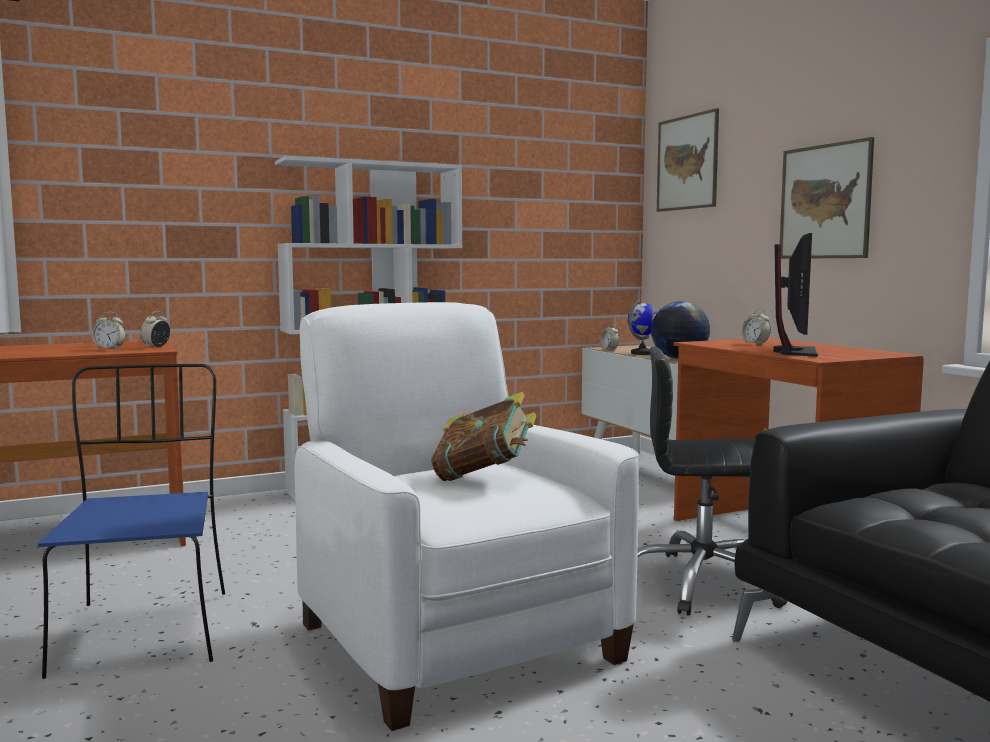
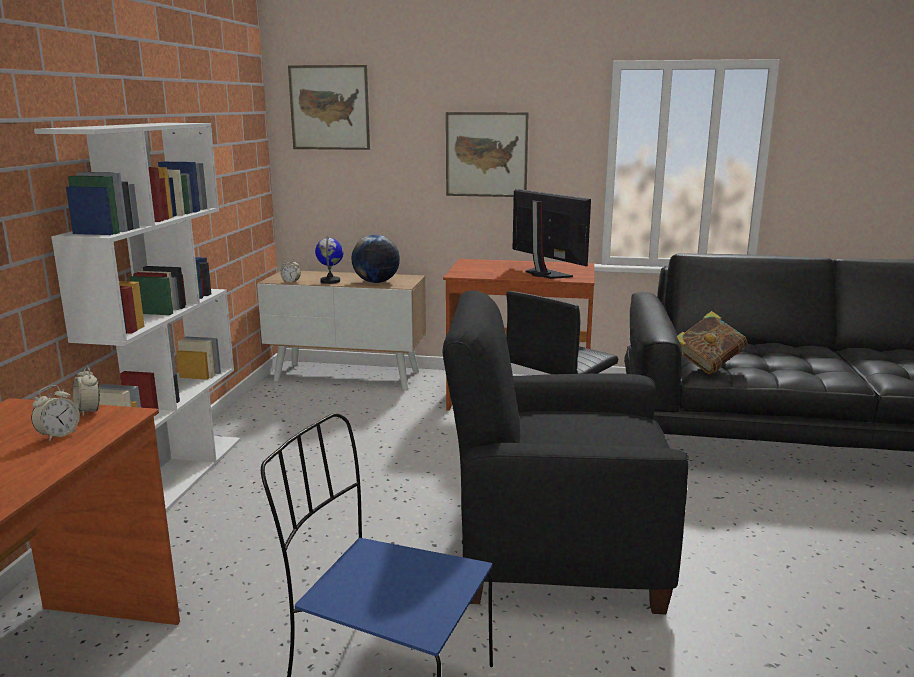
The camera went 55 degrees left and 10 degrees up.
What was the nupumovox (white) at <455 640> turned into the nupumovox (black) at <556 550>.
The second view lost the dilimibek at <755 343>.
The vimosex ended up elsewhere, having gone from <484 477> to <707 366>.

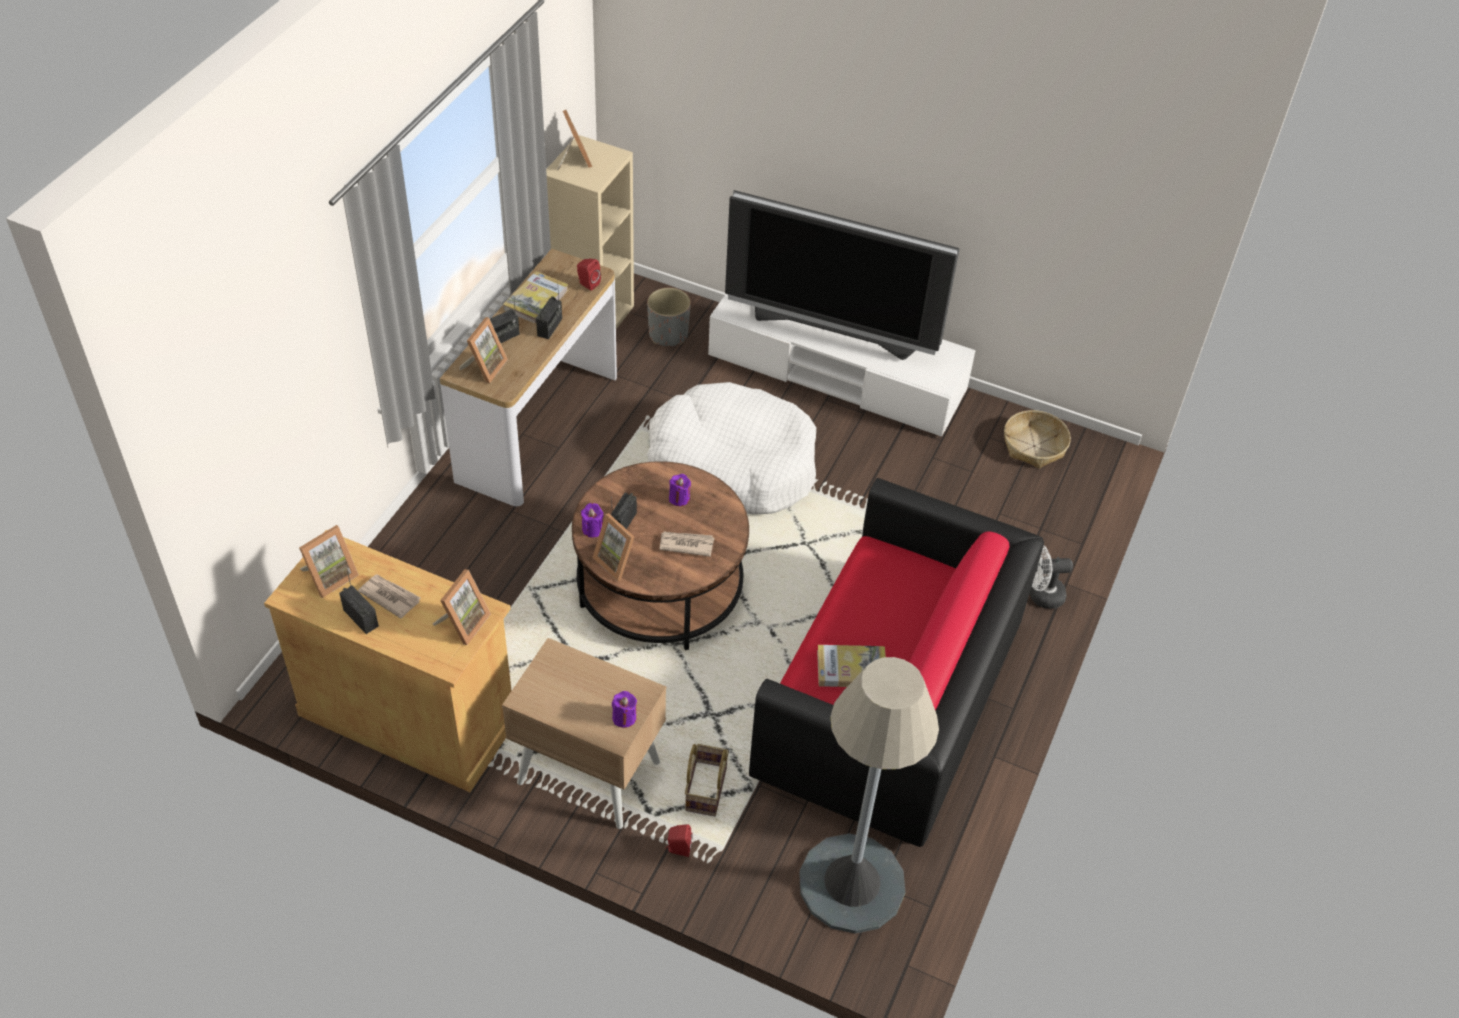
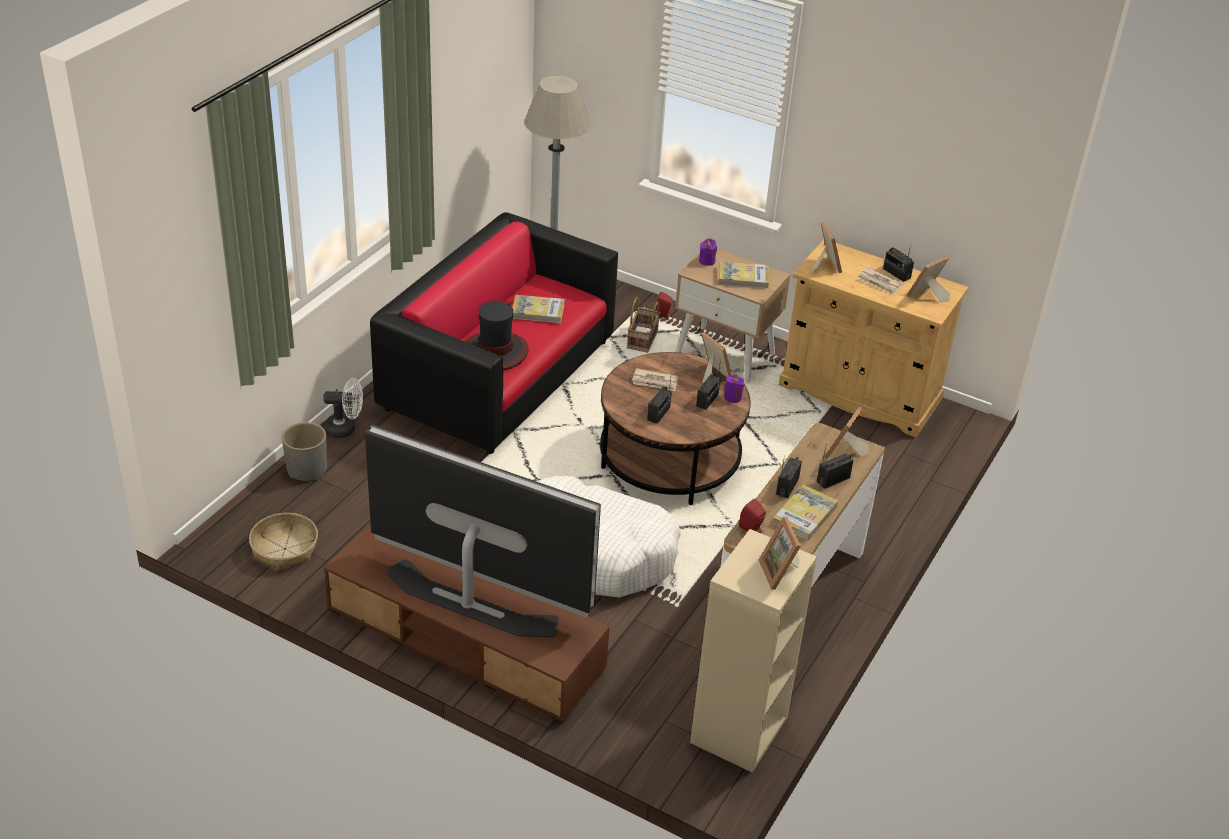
The camera went 175 degrees left and 10 degrees down.
The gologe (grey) ended up elsewhere, having gone from <668 334> to <306 470>.
What was the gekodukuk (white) at <836 374> turned into the gekodukuk (brown) at <465 639>.
Where the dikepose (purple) stood at <679 498>, the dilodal came to stand at <658 414>.
The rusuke at <463 623> ended up facing another way, 135 degrees clockwise from before.
The second view gained the vimosex at <743 277>.
The second view gained the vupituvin at <495 351>.

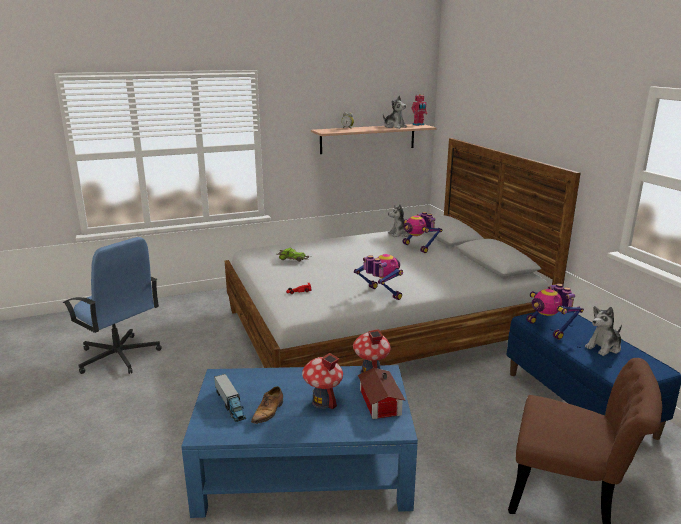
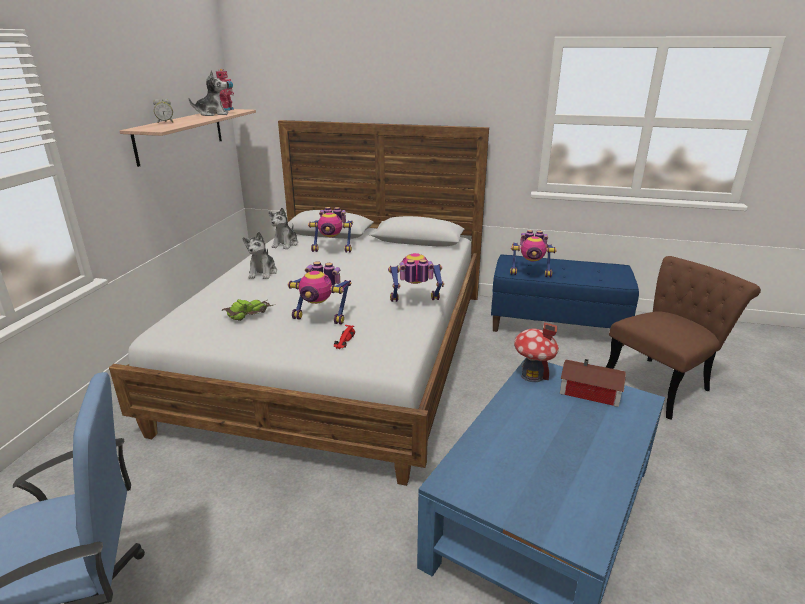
The camera went 55 degrees left and 5 degrees up.
The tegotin ended up elsewhere, having gone from <604 347> to <263 273>.
The second view lost the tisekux at <323 402>.
The second view lost the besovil at <230 404>.
The second view lost the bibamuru at <268 412>.
The second view gained the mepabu at <321 317>.

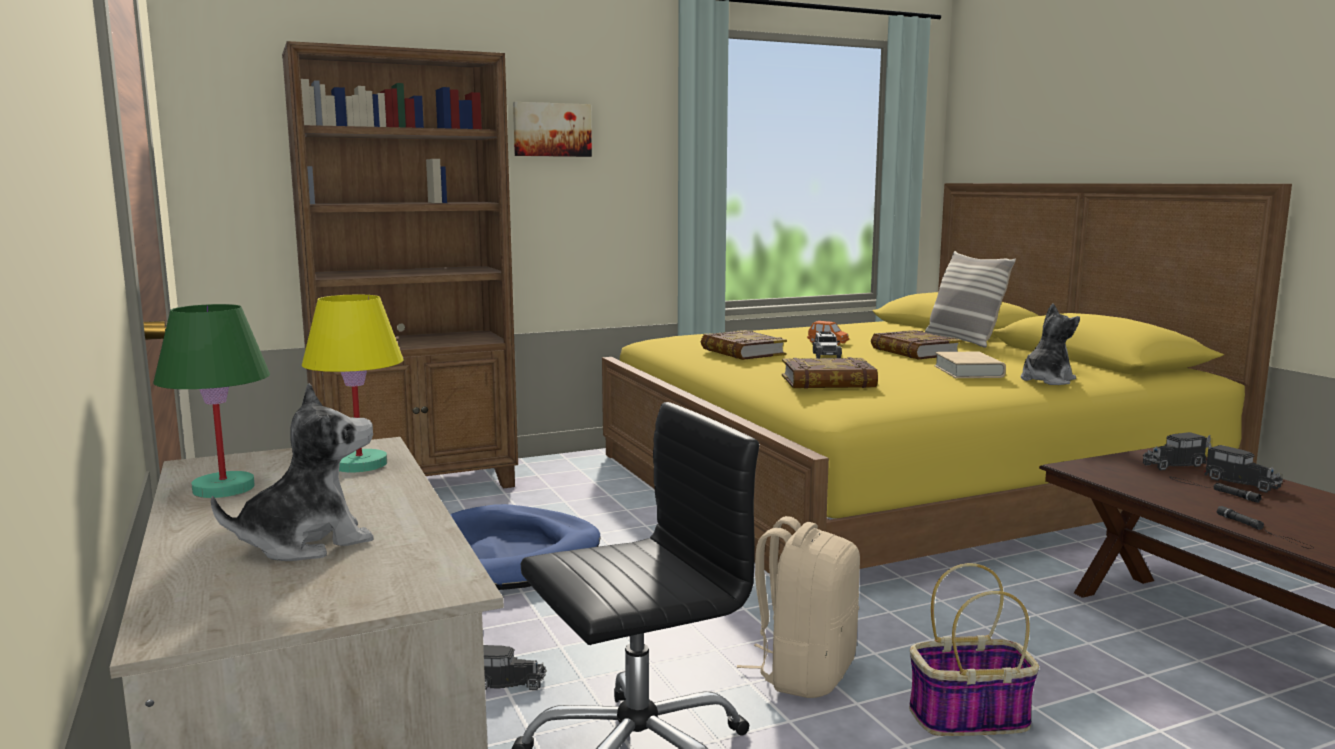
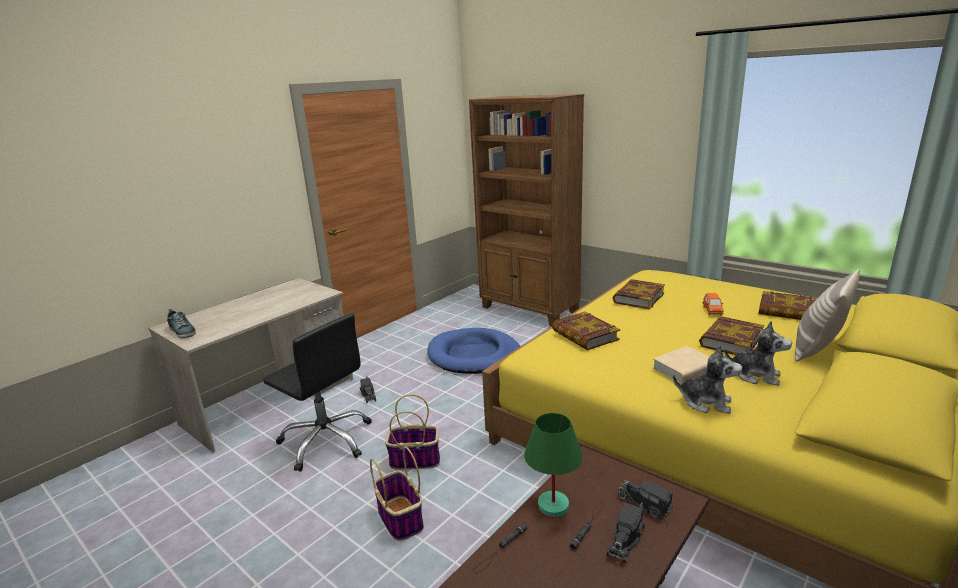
The camera went 65 degrees right and 10 degrees up.
The second view lost the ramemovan at <552 130>.
The second view lost the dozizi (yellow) at <361 464>.
The dozizi (green) ended up elsewhere, having gone from <222 489> to <552 505>.
The second view lost the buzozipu at <826 355>.
The tegotin ended up elsewhere, having gone from <306 543> to <755 375>.
Where the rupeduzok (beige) stood at <804 673>, the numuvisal came to stand at <416 460>.
The second view gained the vimosex at <788 311>.
The second view gained the bibamuru at <183 331>.

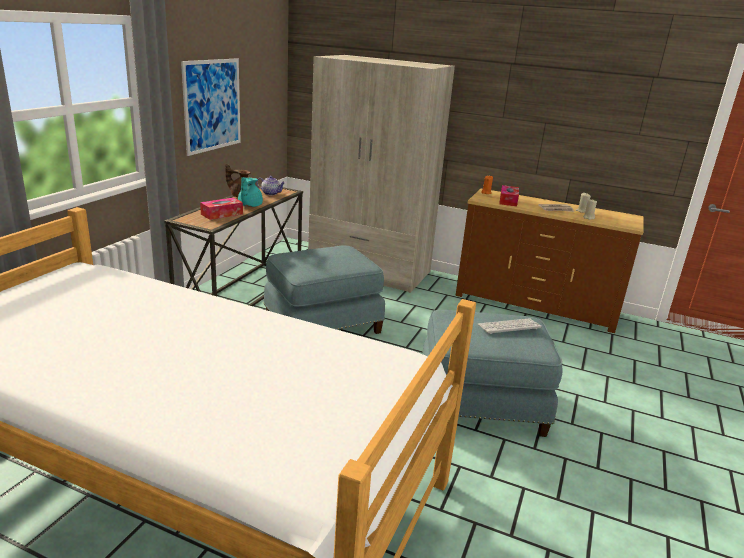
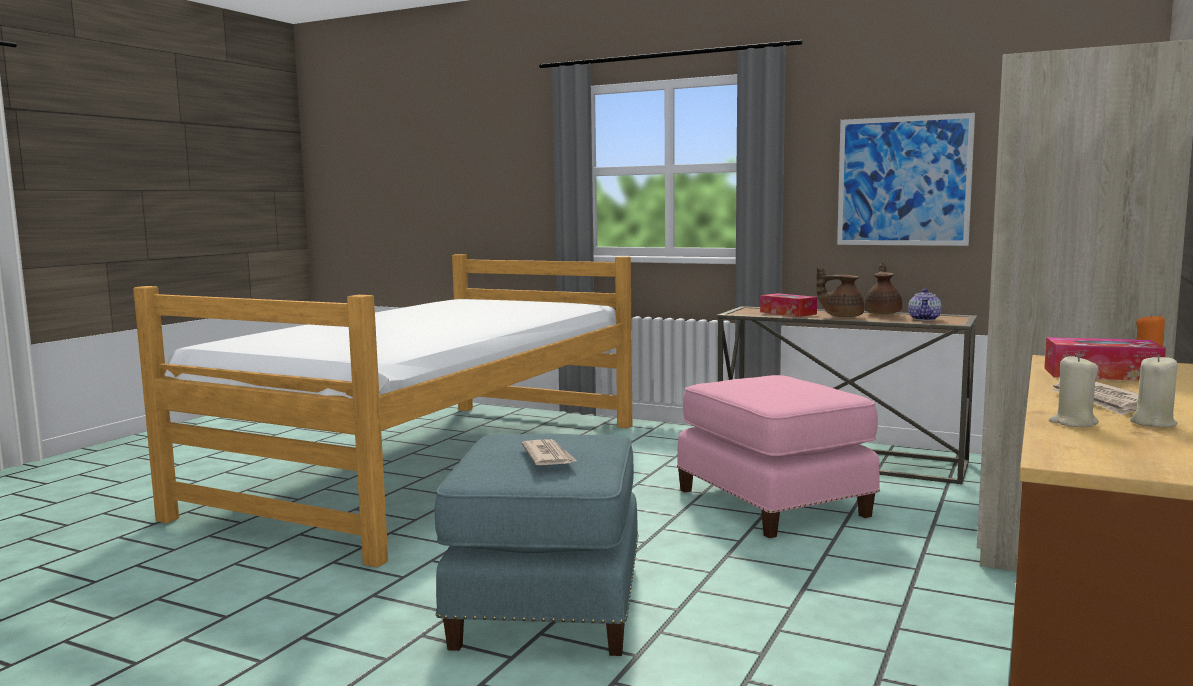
The camera went 95 degrees right and 15 degrees down.
What was the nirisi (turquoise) at <249 205> turned into the nirisi (brown) at <842 316>.
What was the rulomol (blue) at <322 324> turned into the rulomol (pink) at <774 502>.
Where the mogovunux stood at <509 326>, the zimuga came to stand at <548 456>.

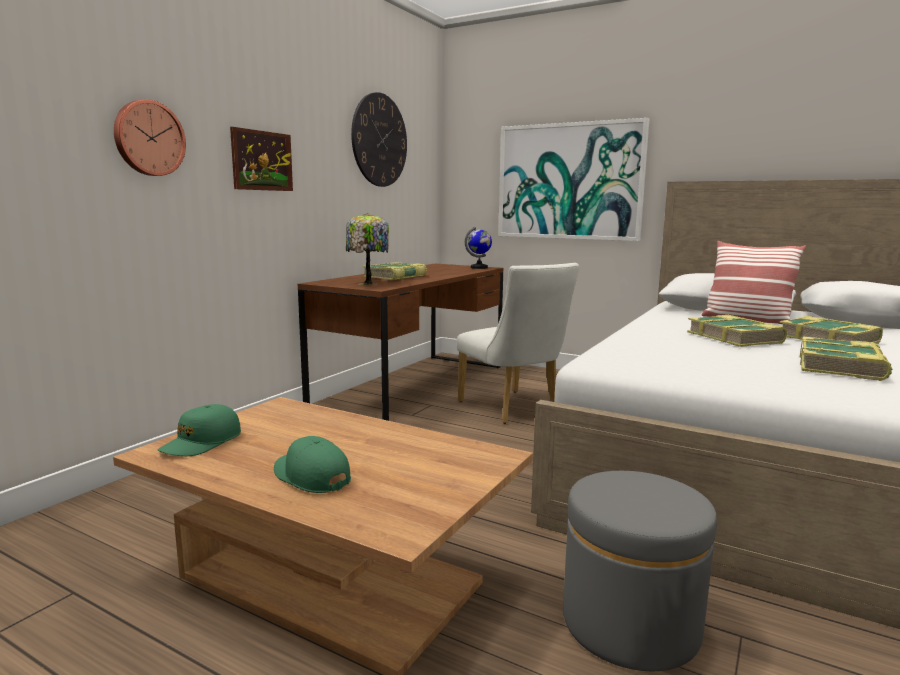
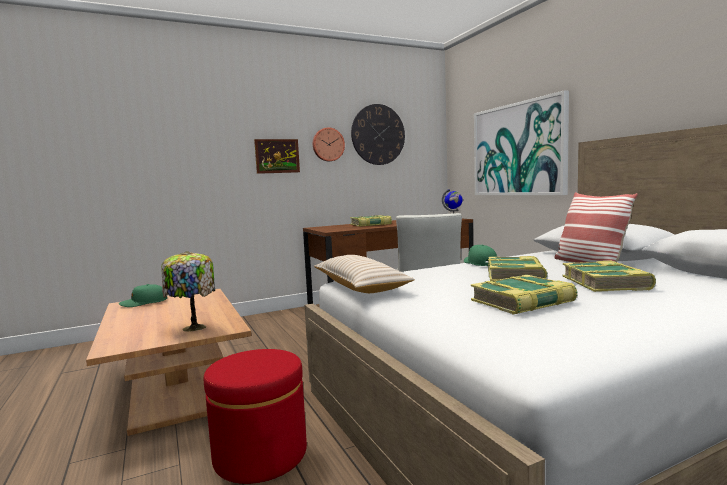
The camera went 35 degrees right and 5 degrees down.
The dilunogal ended up elsewhere, having gone from <148 138> to <328 144>.
The dozizi ended up elsewhere, having gone from <367 284> to <192 328>.
The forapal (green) ended up elsewhere, having gone from <311 476> to <479 263>.
What was the rulomol (grey) at <630 624> turned into the rulomol (red) at <260 454>.
The second view gained the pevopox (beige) at <360 286>.

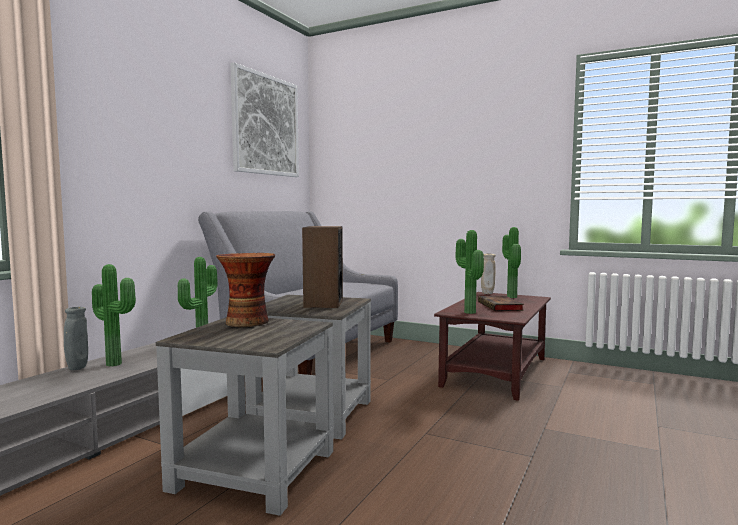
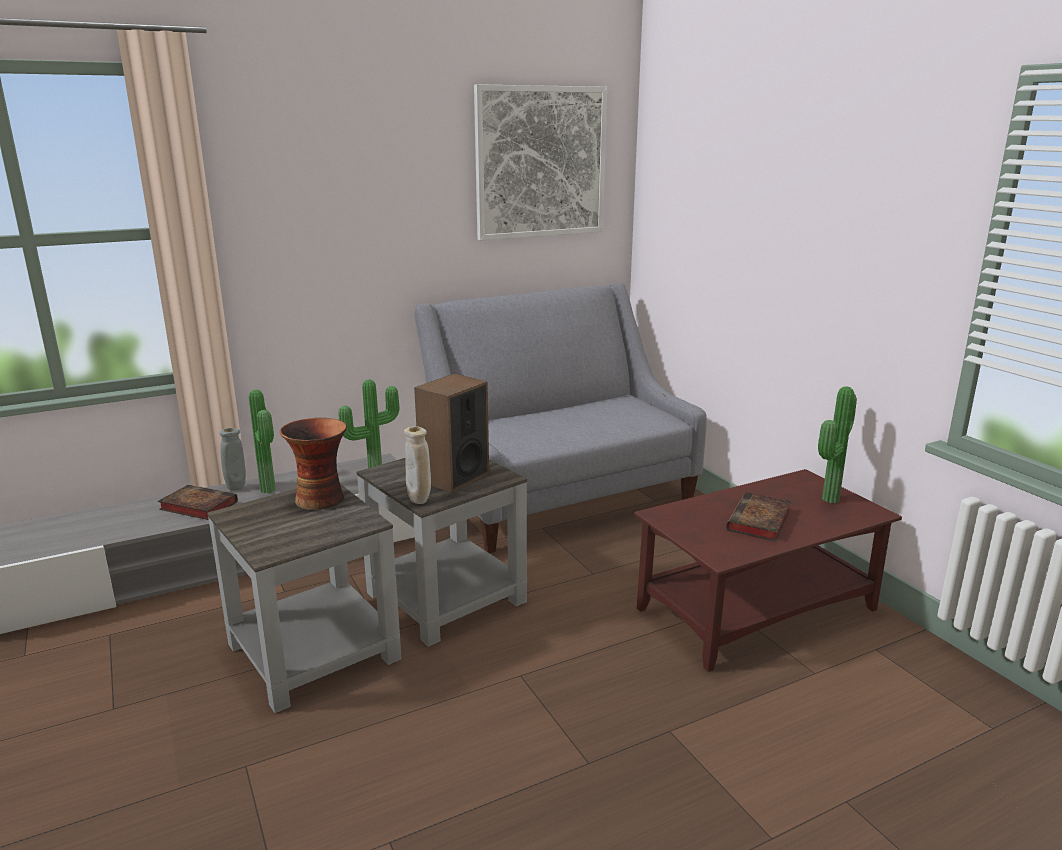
The camera went 35 degrees right and 15 degrees up.
The second view lost the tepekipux at <468 312>.
The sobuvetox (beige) ended up elsewhere, having gone from <487 294> to <419 501>.
The second view gained the vimosex at <196 506>.

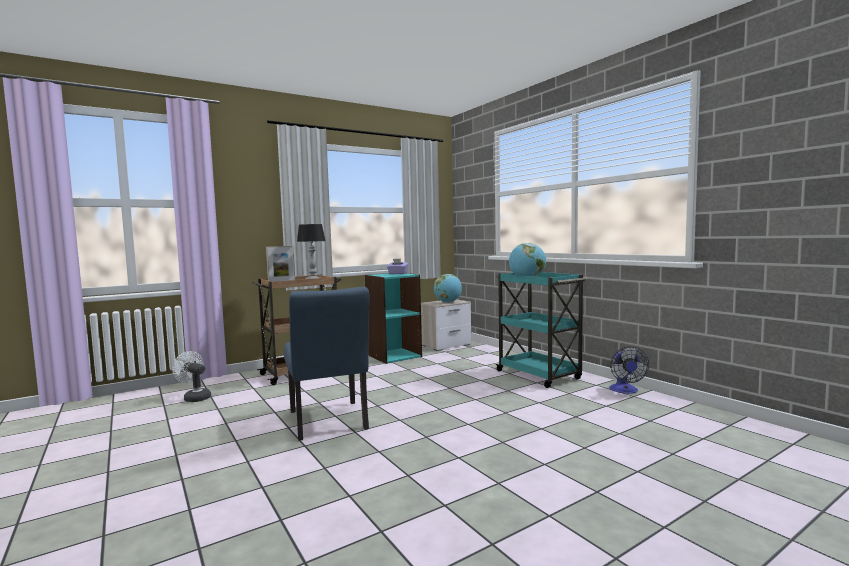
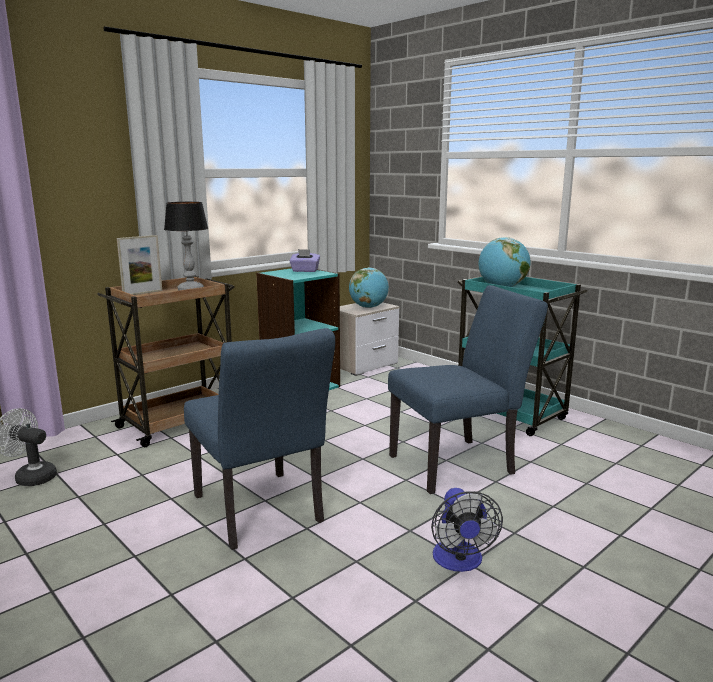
The camera went 10 degrees left and 10 degrees up.
The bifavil ended up elsewhere, having gone from <625 391> to <459 562>.
The second view gained the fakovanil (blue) at <460 463>.

